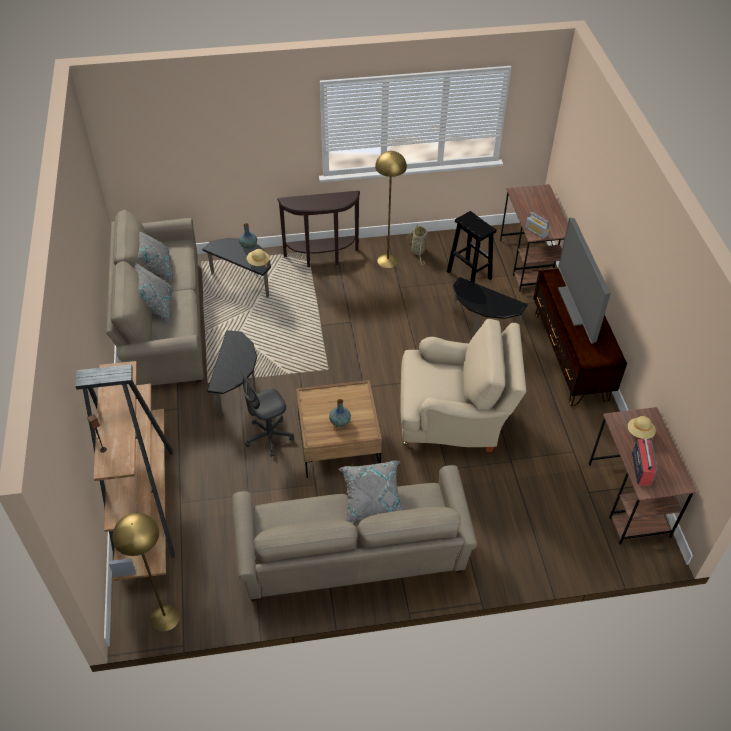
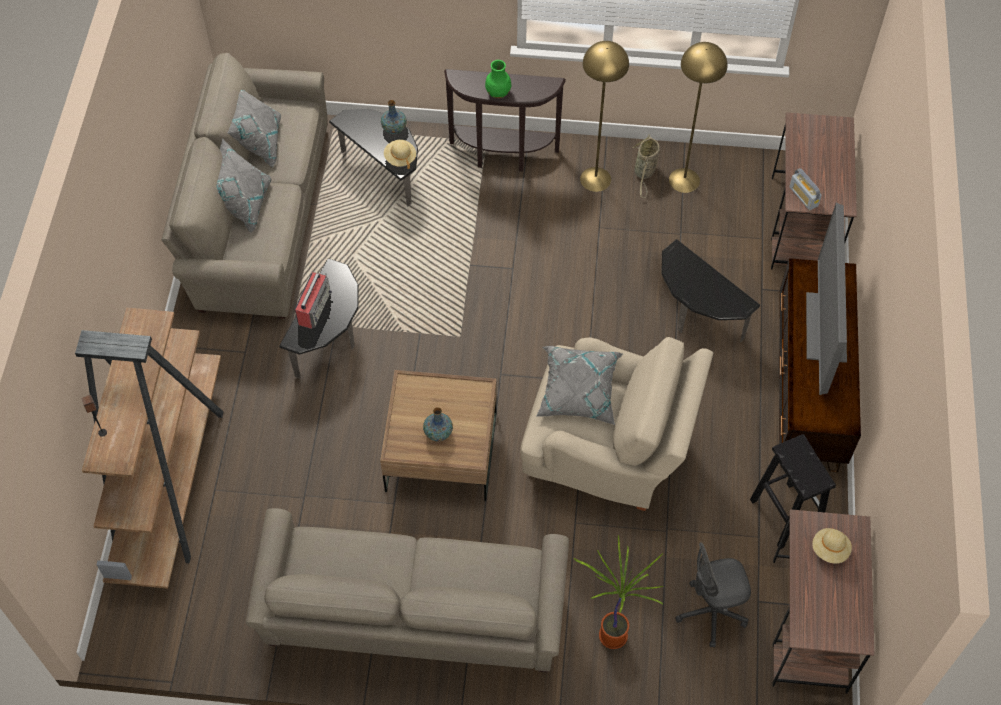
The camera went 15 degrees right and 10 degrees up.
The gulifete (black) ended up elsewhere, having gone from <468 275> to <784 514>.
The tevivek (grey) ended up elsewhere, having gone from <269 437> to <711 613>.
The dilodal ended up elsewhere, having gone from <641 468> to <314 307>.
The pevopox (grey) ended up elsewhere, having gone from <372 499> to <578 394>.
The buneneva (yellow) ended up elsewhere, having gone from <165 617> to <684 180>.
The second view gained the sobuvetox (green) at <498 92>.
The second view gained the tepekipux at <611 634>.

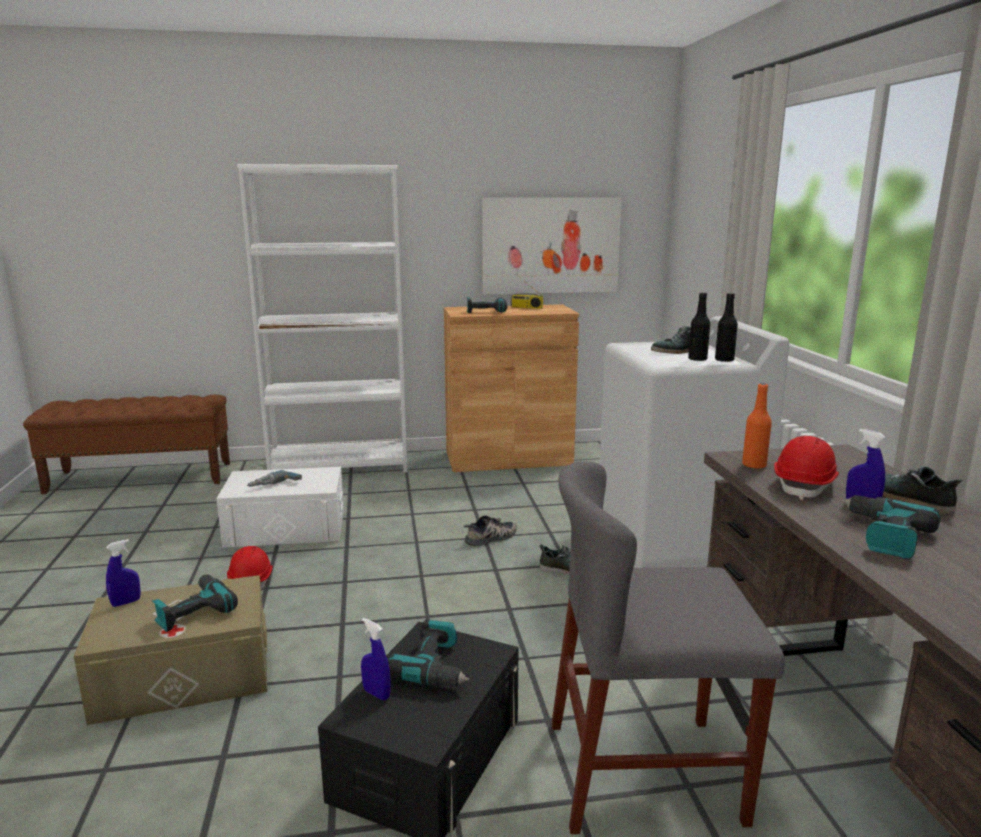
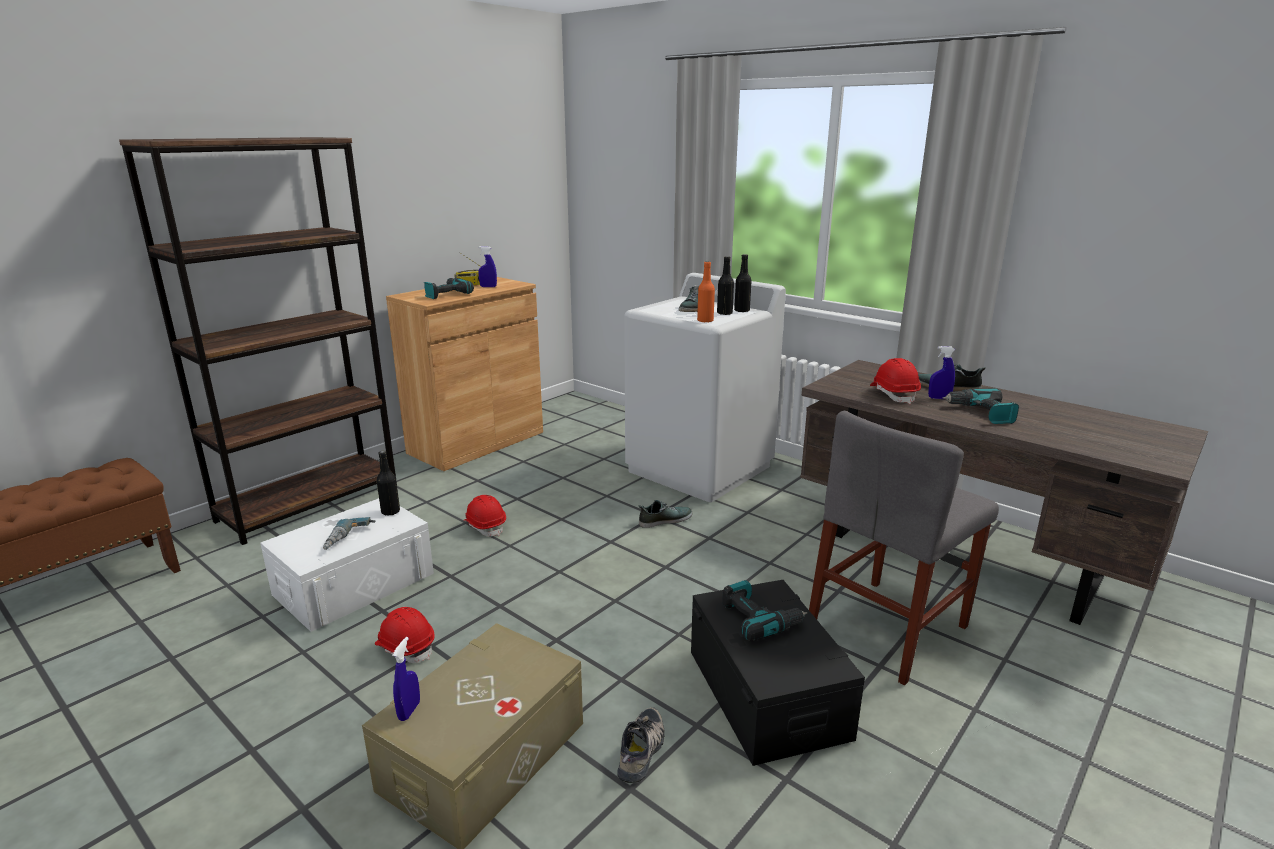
The camera went 40 degrees left and 5 degrees up.
What was the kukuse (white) at <340 466> turned into the kukuse (brown) at <309 502>.
The second view lost the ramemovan at <550 245>.
The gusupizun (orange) ended up elsewhere, having gone from <754 465> to <705 321>.
The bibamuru ended up elsewhere, having gone from <491 538> to <642 751>.
The second view lost the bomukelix at <193 610>.
The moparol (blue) ended up elsewhere, having gone from <376 694> to <488 287>.
The second view gained the gusupizun (black) at <390 512>.
The second view gained the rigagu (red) at <485 526>.

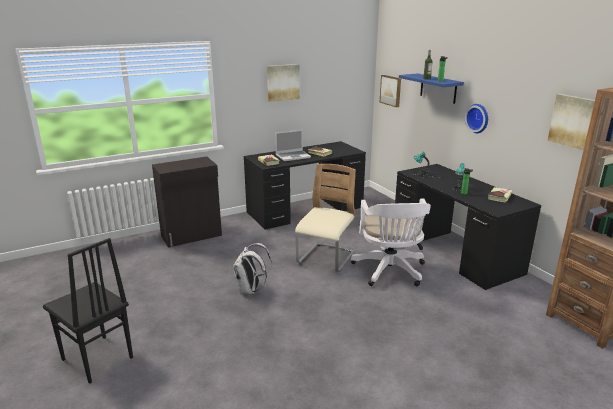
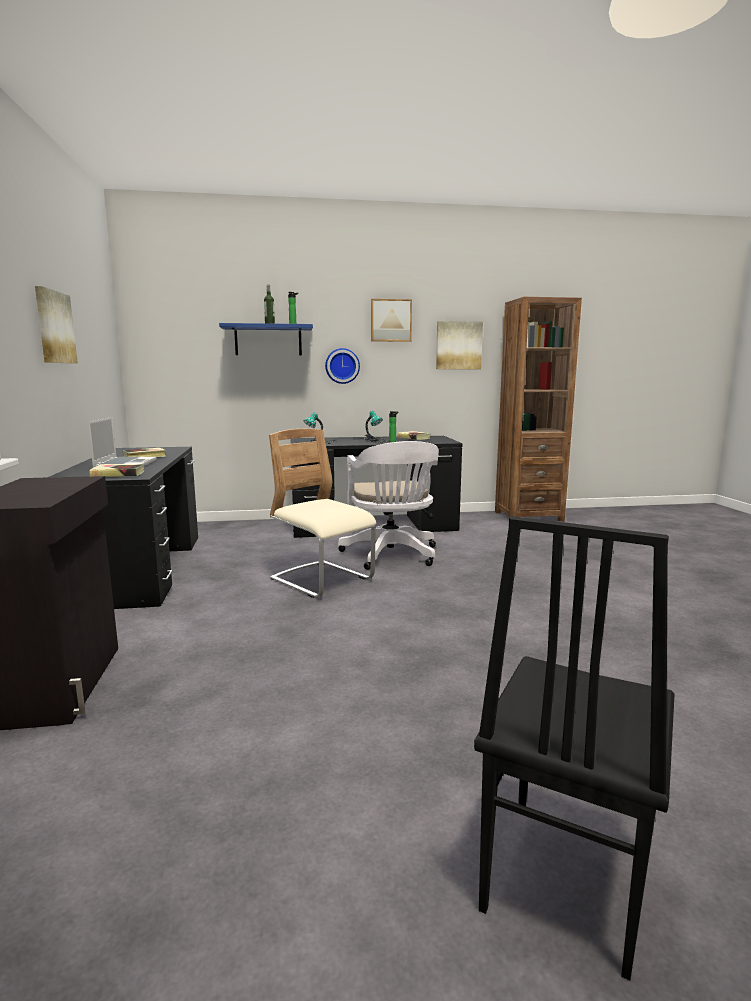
The camera went 70 degrees left and 10 degrees down.
The ramemovan ended up elsewhere, having gone from <391 90> to <390 320>.
The tevivek (white) at <390 272> ended up facing another way, 60 degrees clockwise from before.
The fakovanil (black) at <96 359> ended up facing another way, 150 degrees clockwise from before.
The second view lost the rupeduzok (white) at <250 290>.

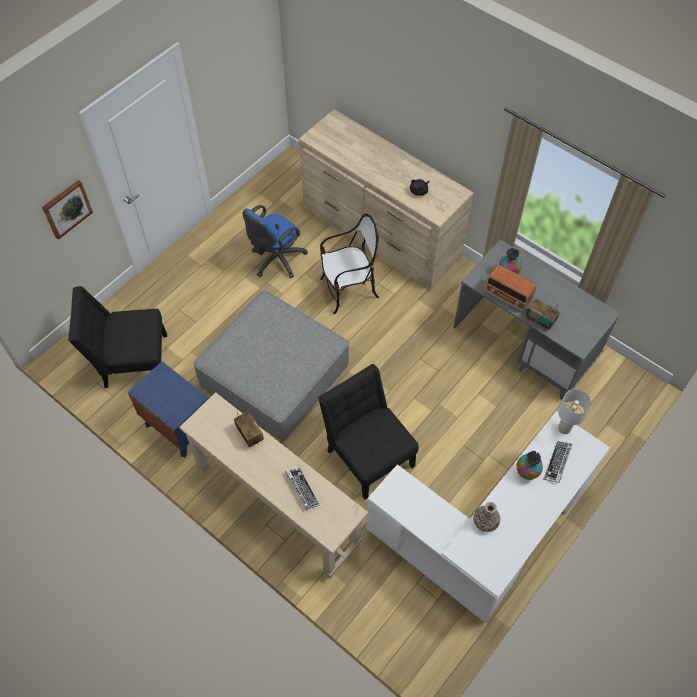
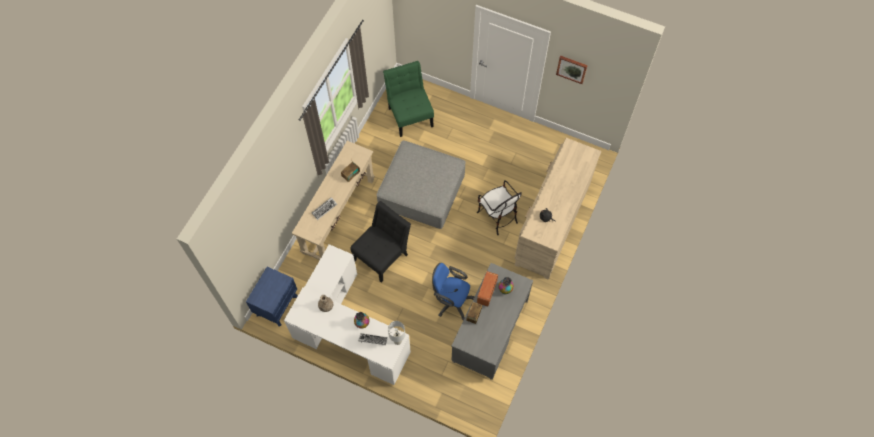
The camera went 75 degrees right and 5 degrees up.
The ramemovan ended up elsewhere, having gone from <66 208> to <572 69>.
The tevivek (blue) ended up elsewhere, having gone from <276 260> to <451 301>.
What was the fakovanil (black) at <131 360> turned into the fakovanil (green) at <410 115>.
The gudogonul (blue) ended up elsewhere, having gone from <178 426> to <277 305>.

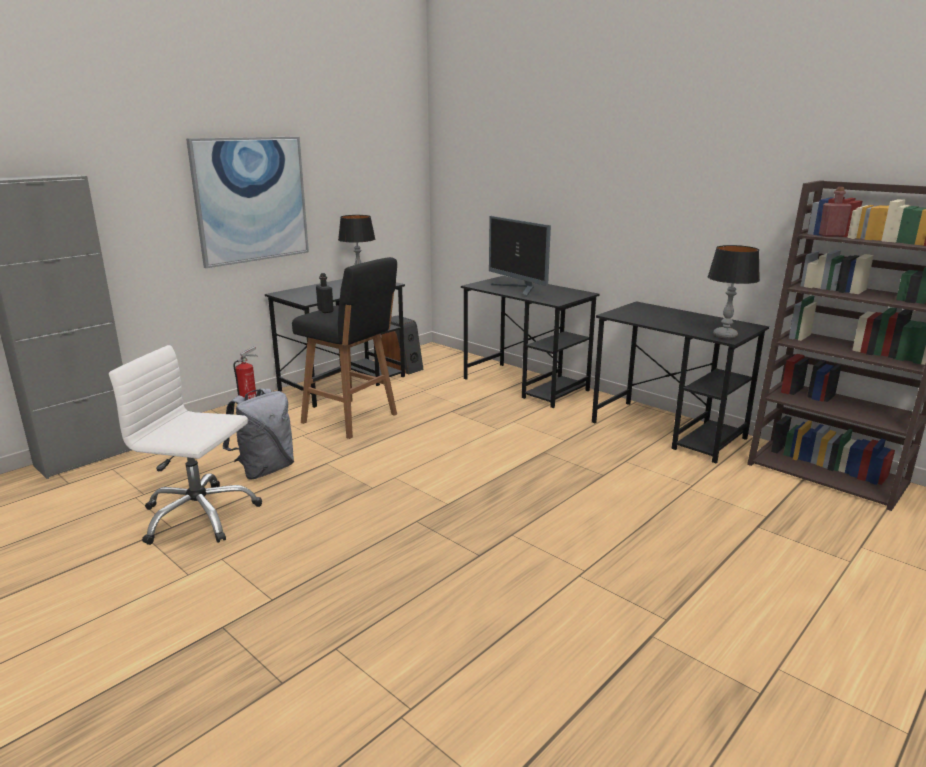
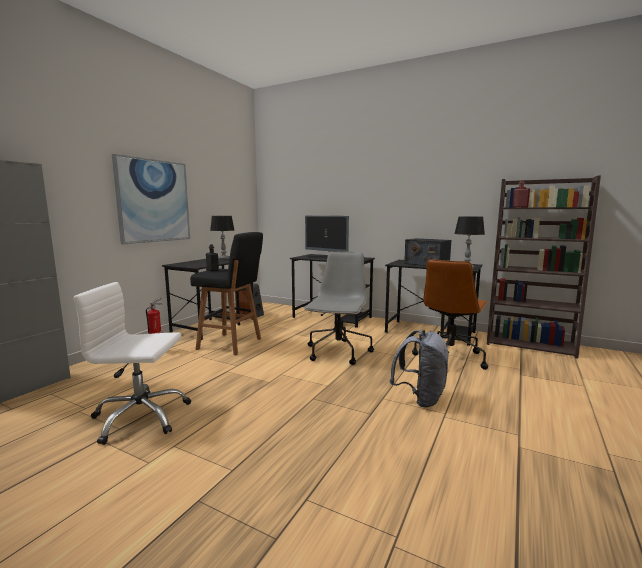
The camera went 15 degrees left and 10 degrees down.
The rupeduzok (grey) ended up elsewhere, having gone from <265 470> to <420 398>.
The second view gained the dilodal at <426 264>.
The second view gained the tevivek (grey) at <338 353>.
The second view gained the tevivek (brown) at <450 358>.

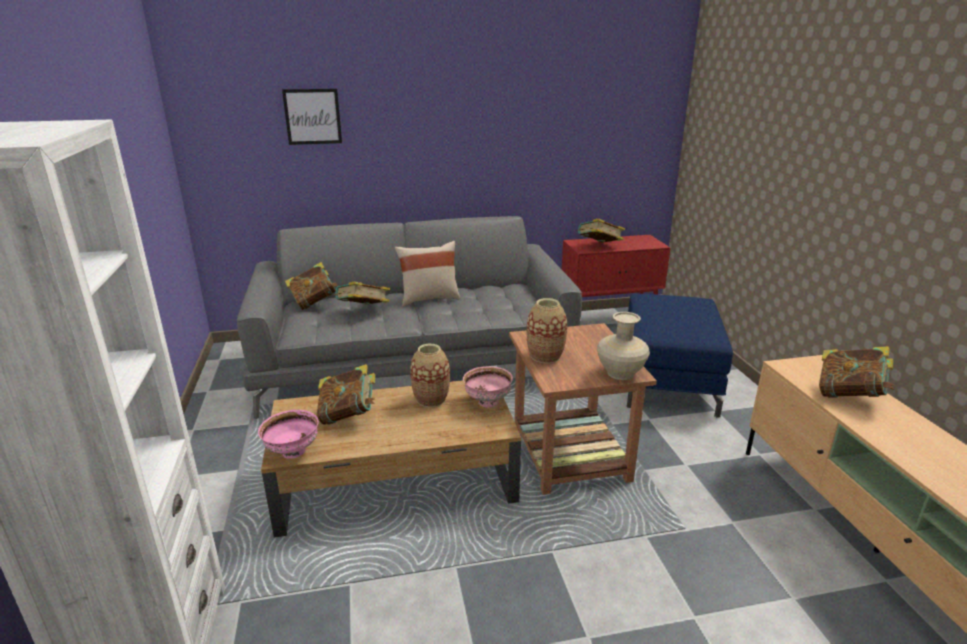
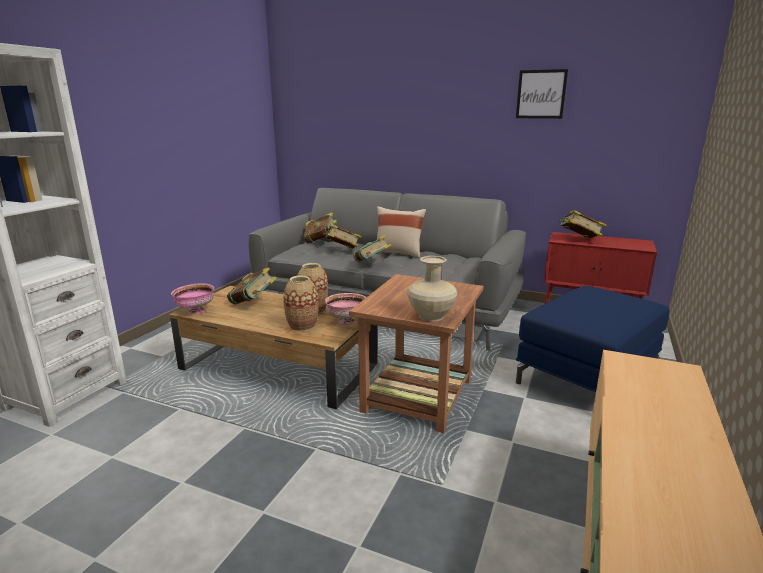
The camera went 35 degrees right and 5 degrees down.
The ramemovan ended up elsewhere, having gone from <312 116> to <541 94>.
The sobuvetox ended up elsewhere, having gone from <545 356> to <302 326>.
The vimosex ended up elsewhere, having gone from <849 395> to <372 264>.

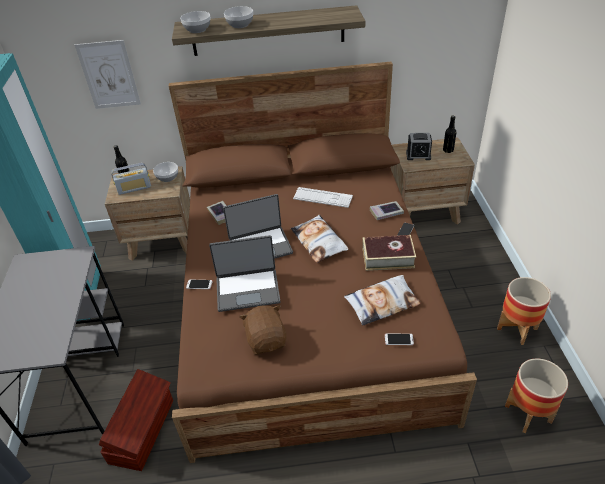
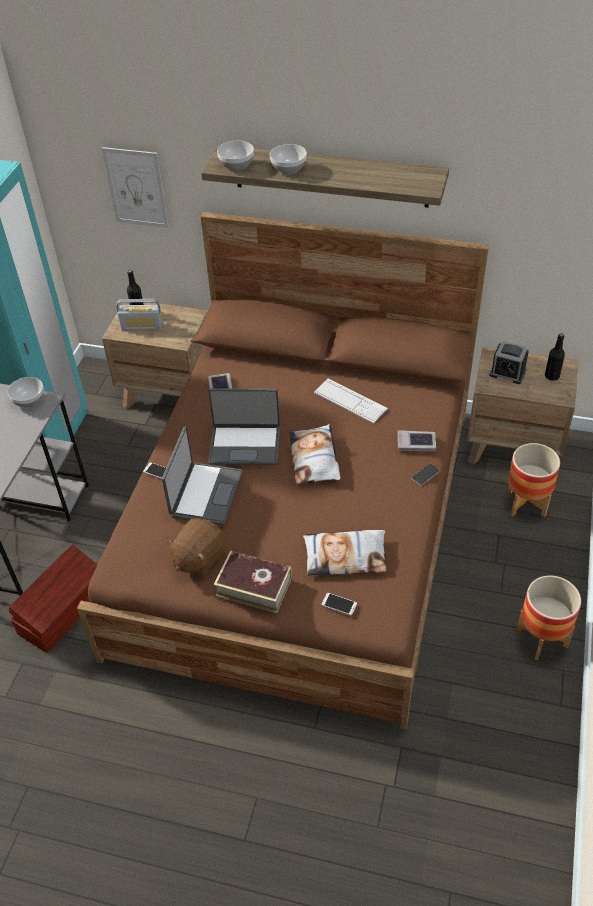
The camera went 20 degrees right and 5 degrees up.
The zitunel ended up elsewhere, having gone from <168 177> to <29 400>.
The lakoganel at <248 289> ended up facing another way, 90 degrees counterclockwise from before.
The vimosex ended up elsewhere, having gone from <388 257> to <254 587>.
The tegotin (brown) at <266 340> ended up facing another way, 150 degrees counterclockwise from before.
The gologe ended up elsewhere, having gone from <528 414> to <526 503>.

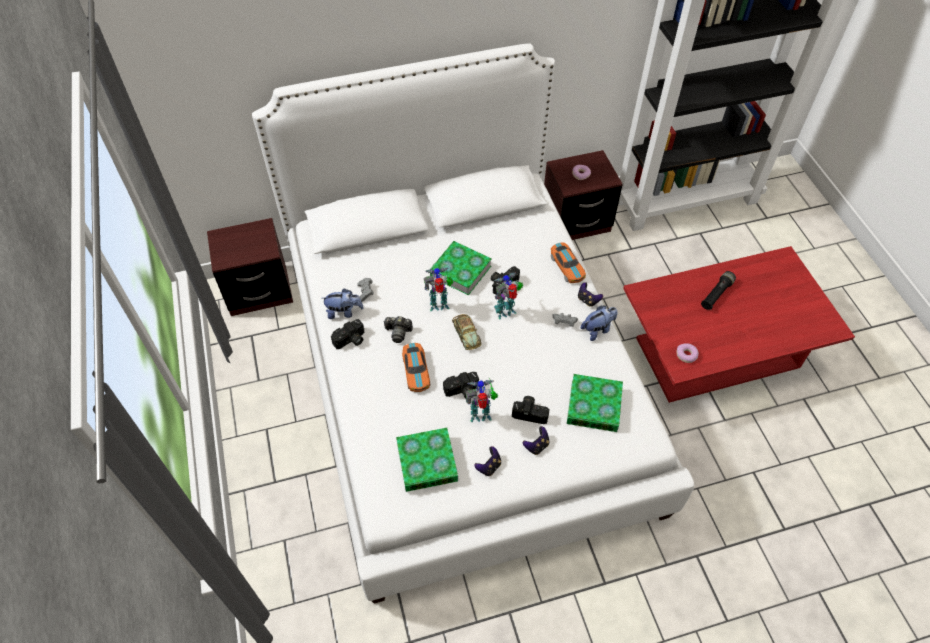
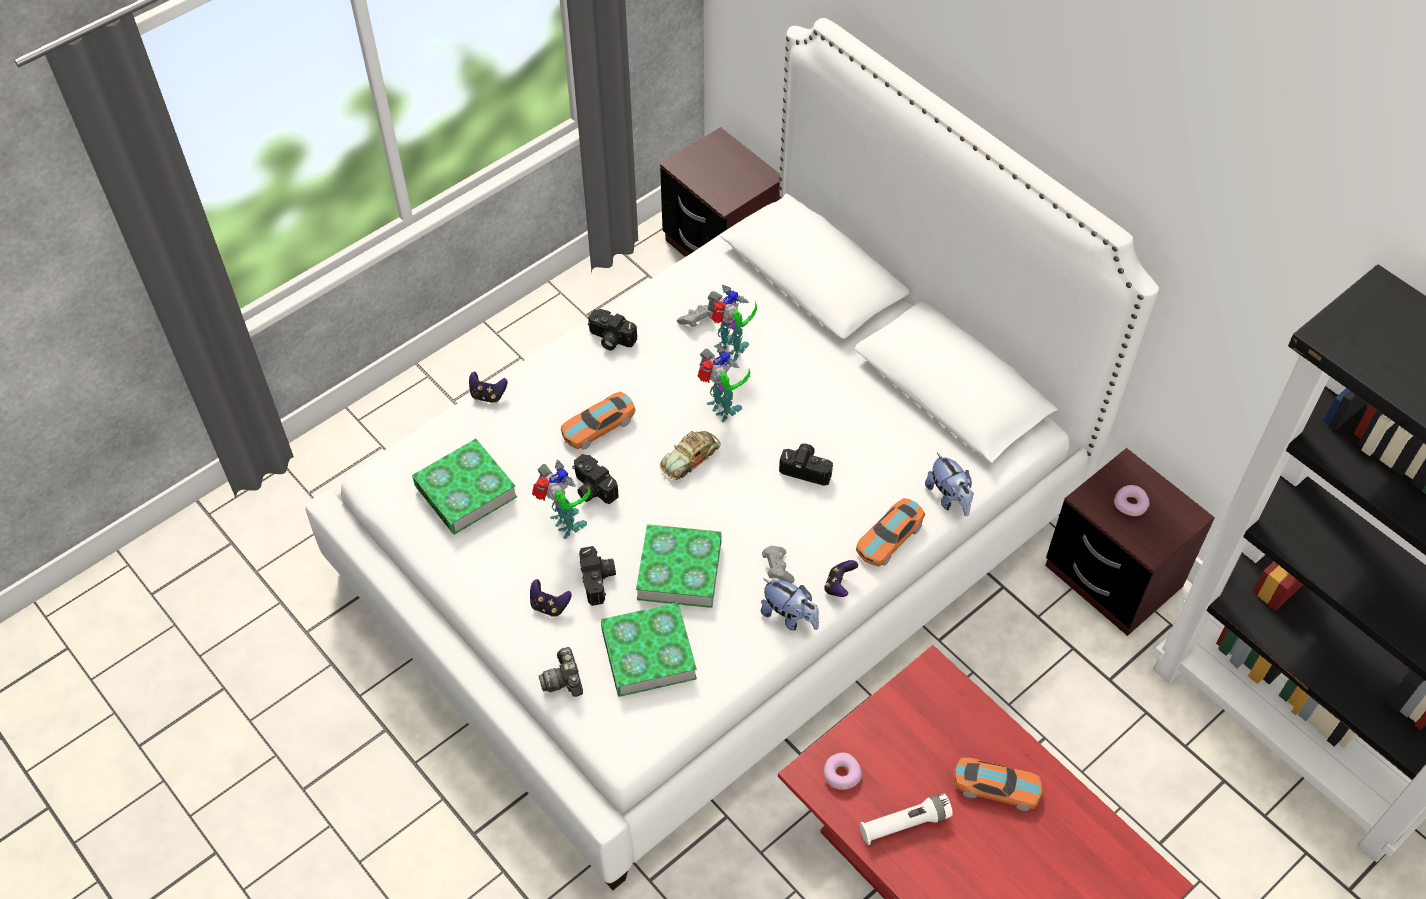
The camera went 65 degrees right and 0 degrees up.
The vimosex ended up elsewhere, having gone from <460 271> to <679 570>.
Where the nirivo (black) stood at <716 294>, the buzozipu came to stand at <996 787>.
The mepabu ended up elsewhere, having gone from <506 312> to <731 349>.
The tegotin ended up elsewhere, having gone from <344 312> to <949 497>.
The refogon ended up elsewhere, having gone from <398 332> to <564 680>.
The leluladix ended up elsewhere, having gone from <489 466> to <488 395>.
The second view gained the nirivo (white) at <904 824>.

